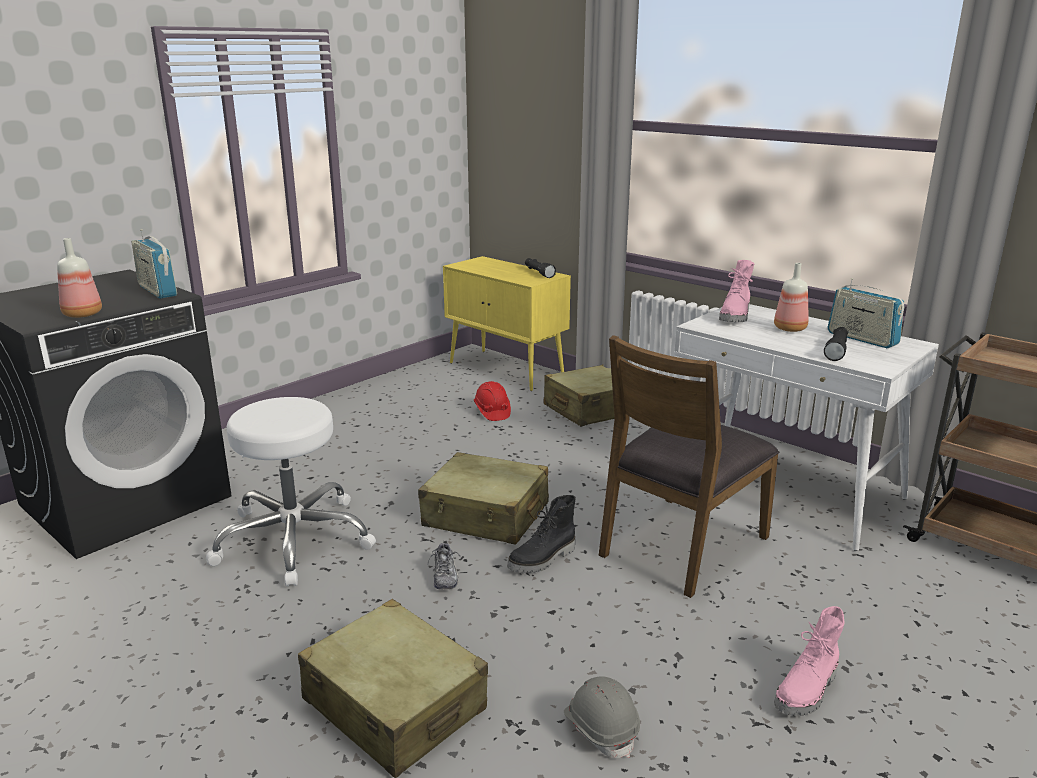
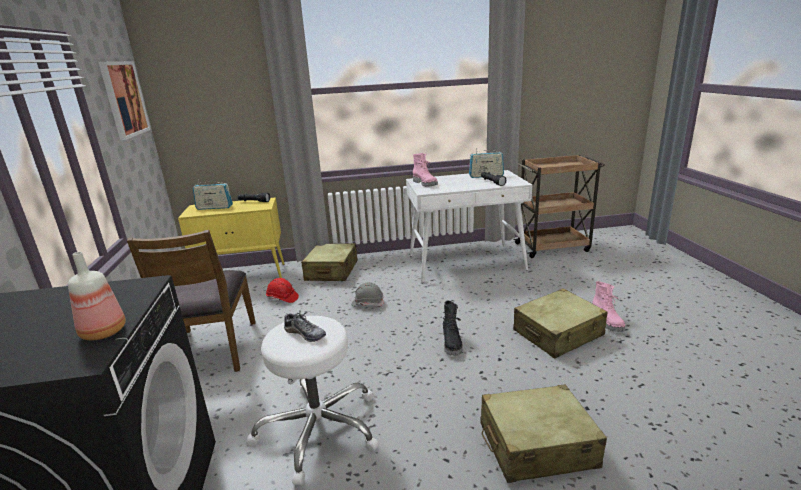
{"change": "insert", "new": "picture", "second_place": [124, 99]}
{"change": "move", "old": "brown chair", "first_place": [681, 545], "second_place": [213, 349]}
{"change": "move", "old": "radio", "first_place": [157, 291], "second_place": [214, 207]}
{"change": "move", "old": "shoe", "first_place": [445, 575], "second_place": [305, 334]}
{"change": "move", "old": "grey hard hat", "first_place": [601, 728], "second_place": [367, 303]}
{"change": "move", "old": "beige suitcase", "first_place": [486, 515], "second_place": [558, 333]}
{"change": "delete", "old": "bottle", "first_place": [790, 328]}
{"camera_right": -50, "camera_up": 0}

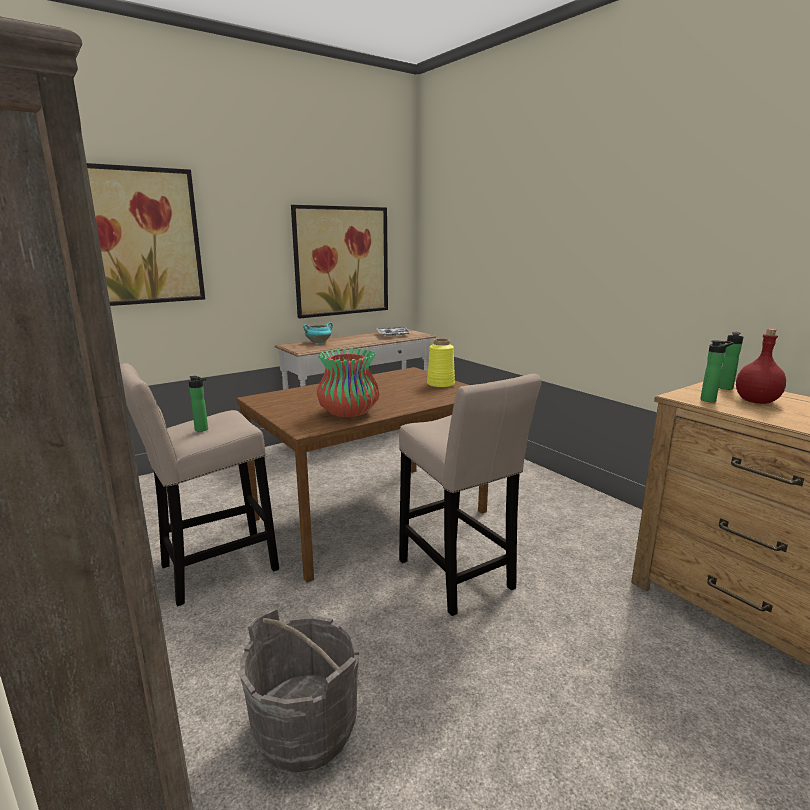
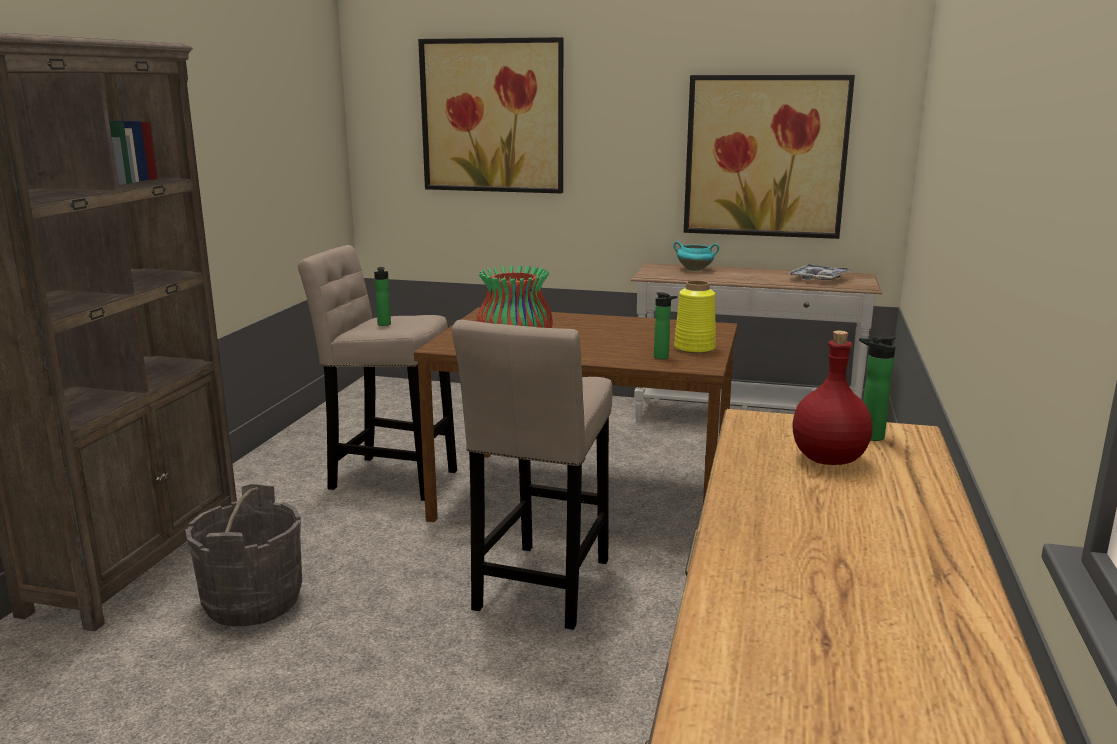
{"change": "move", "old": "bottle", "first_place": [710, 400], "second_place": [663, 357]}
{"camera_right": 50, "camera_up": 0}

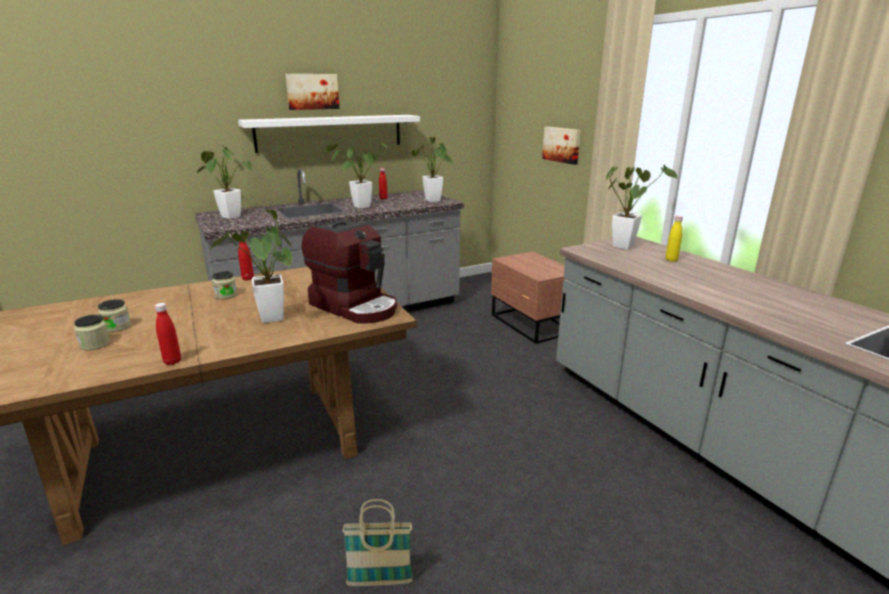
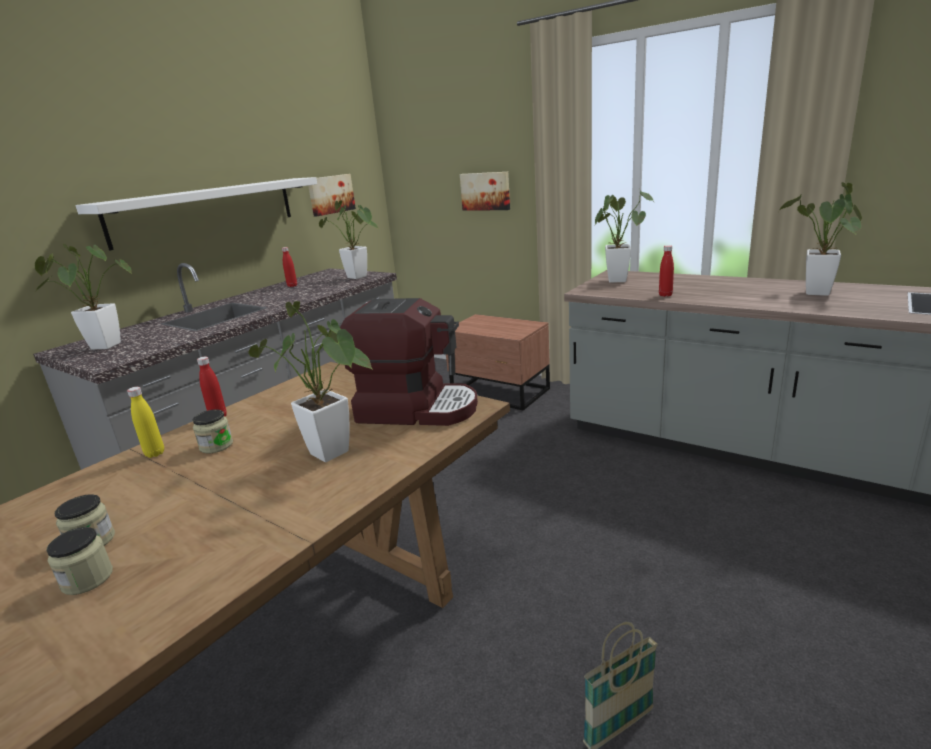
{"change": "move", "old": "yellow bottle", "first_place": [671, 260], "second_place": [155, 453]}
{"change": "move", "old": "picture", "first_place": [312, 91], "second_place": [330, 194]}
{"change": "move", "old": "red bottle", "first_place": [172, 361], "second_place": [665, 295]}
{"change": "move", "old": "potted plant", "first_place": [358, 207], "second_place": [816, 294]}
{"camera_right": -25, "camera_up": 0}

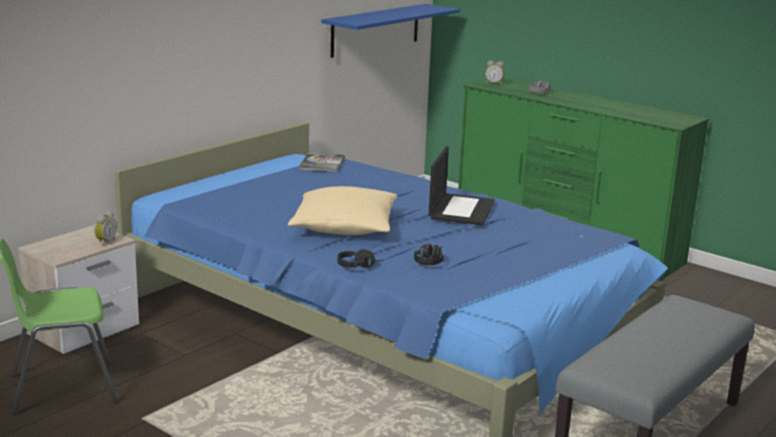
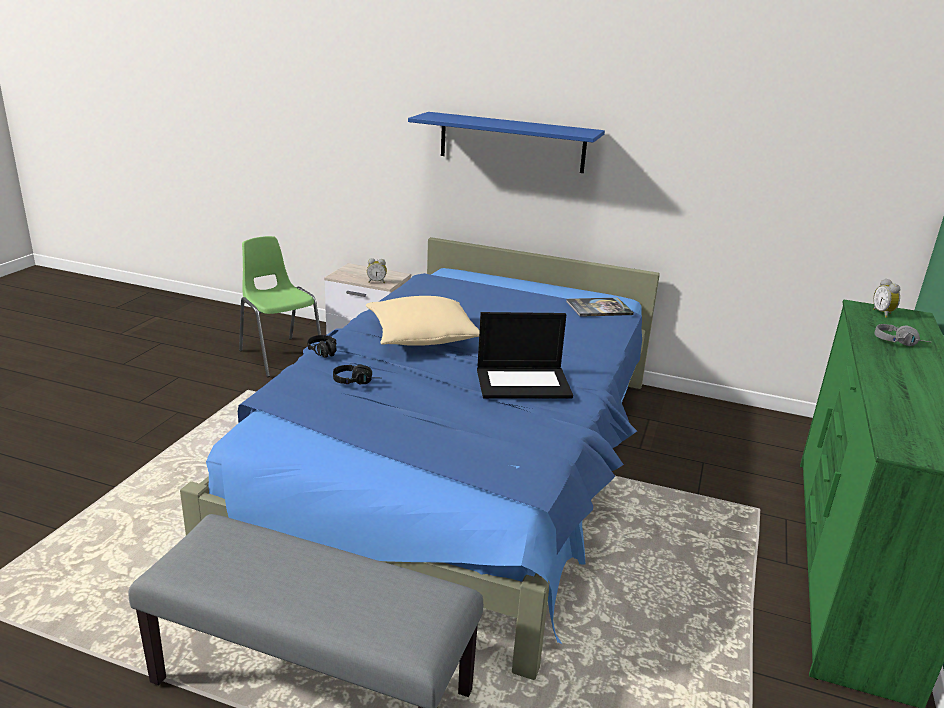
{"change": "move", "old": "blue shelf", "first_place": [375, 30], "second_place": [512, 142]}
{"camera_right": 70, "camera_up": 5}

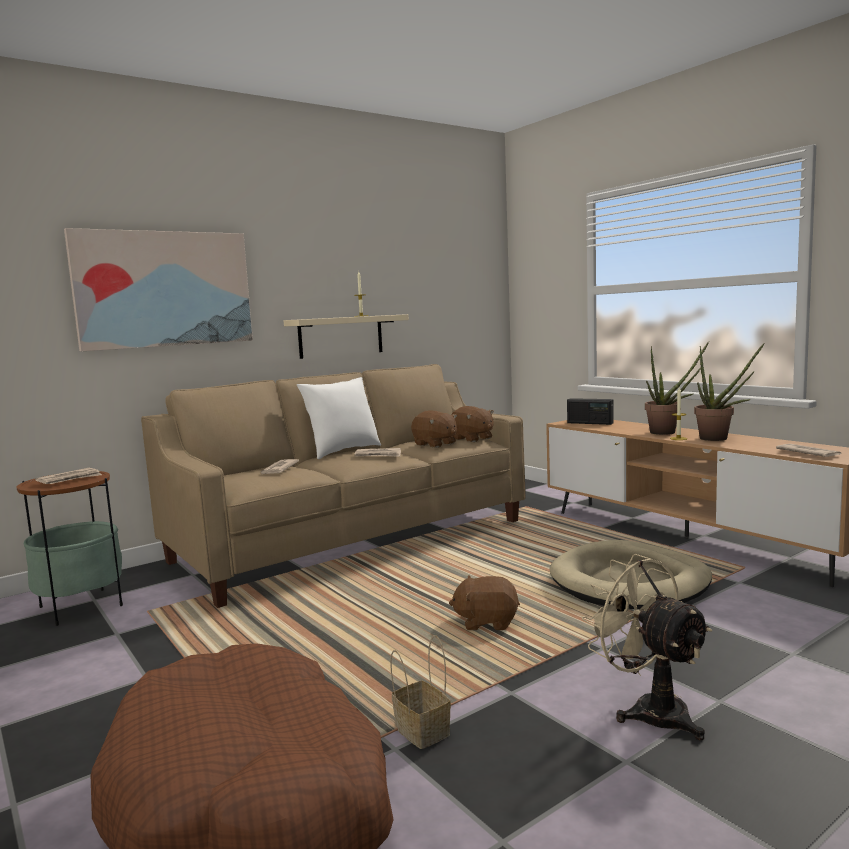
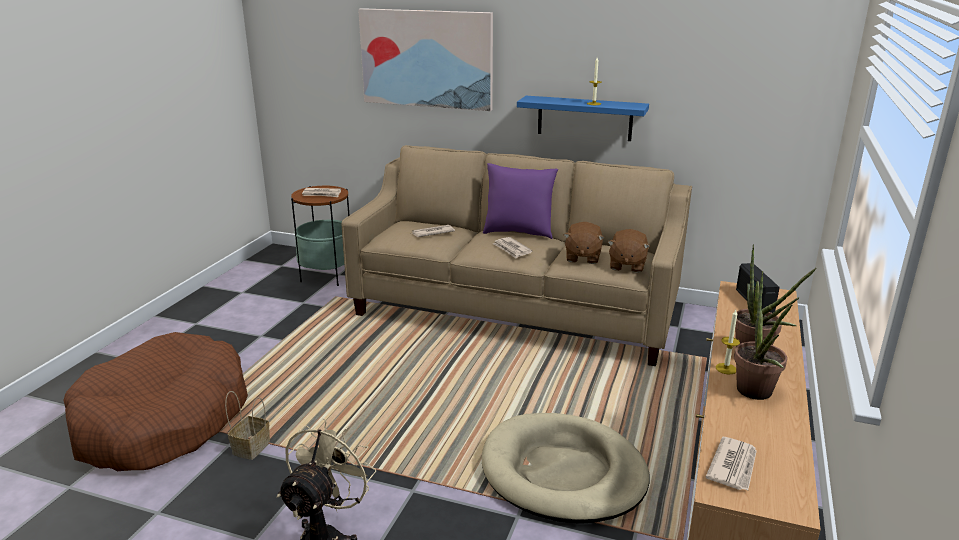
{"change": "recolor", "old": "white pillow", "new": "purple pillow", "first_place": [342, 451], "second_place": [518, 232]}
{"change": "recolor", "old": "beige shelf", "new": "blue shelf", "first_place": [341, 336], "second_place": [584, 118]}
{"change": "delete", "old": "brown plush toy", "first_place": [486, 622]}
{"camera_right": 55, "camera_up": 15}

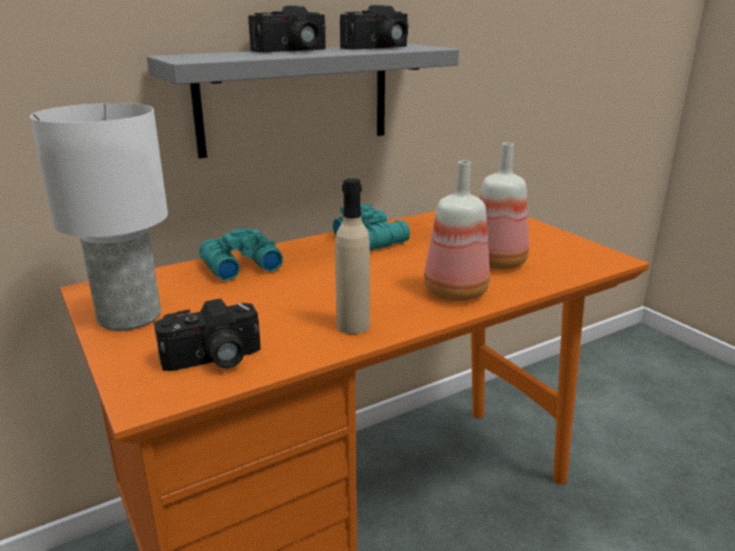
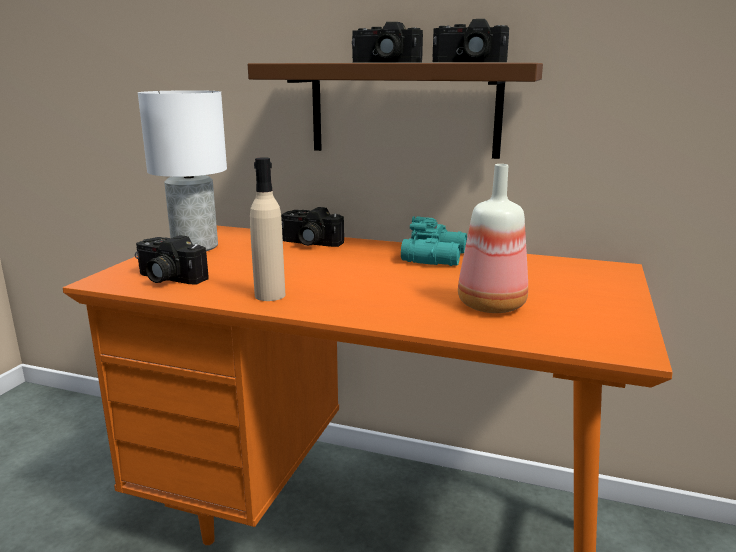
{"change": "recolor", "old": "grey shelf", "new": "brown shelf", "first_place": [295, 98], "second_place": [403, 109]}
{"change": "replace", "old": "turquoise binoculars", "new": "photo camera", "first_place": [239, 266], "second_place": [309, 243]}
{"change": "delete", "old": "bottle", "first_place": [453, 291]}
{"camera_right": 50, "camera_up": -5}

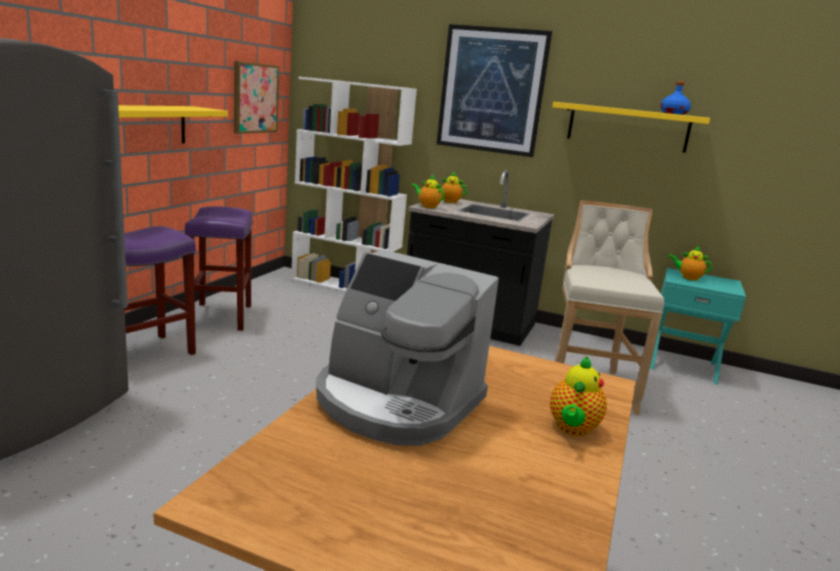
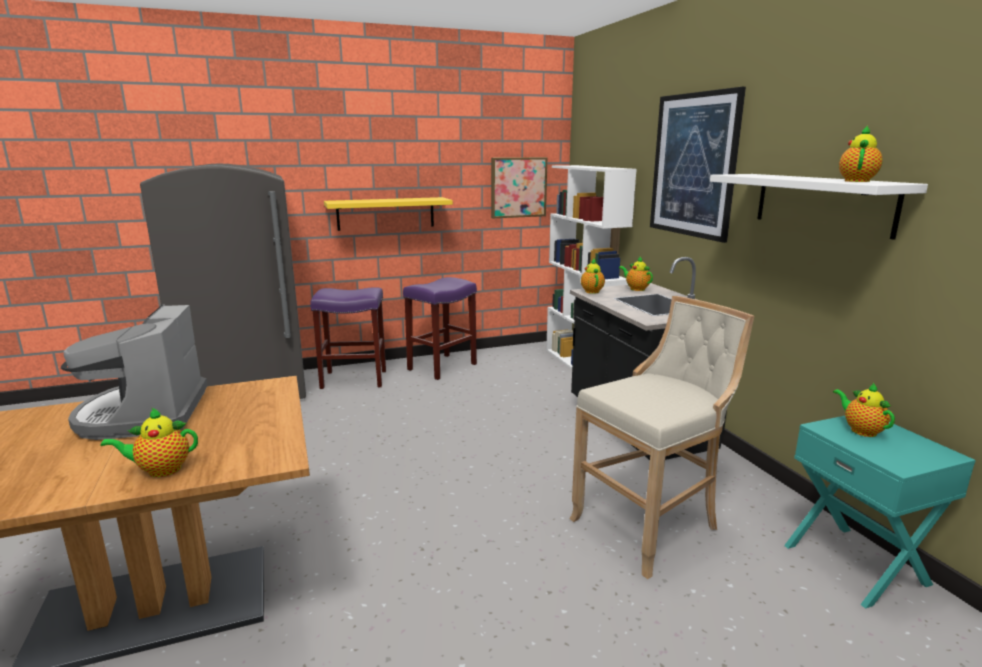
{"change": "recolor", "old": "yellow shelf", "new": "white shelf", "first_place": [628, 127], "second_place": [822, 203]}
{"change": "replace", "old": "blue bottle", "new": "teapot", "first_place": [674, 113], "second_place": [857, 181]}
{"camera_right": 50, "camera_up": 0}

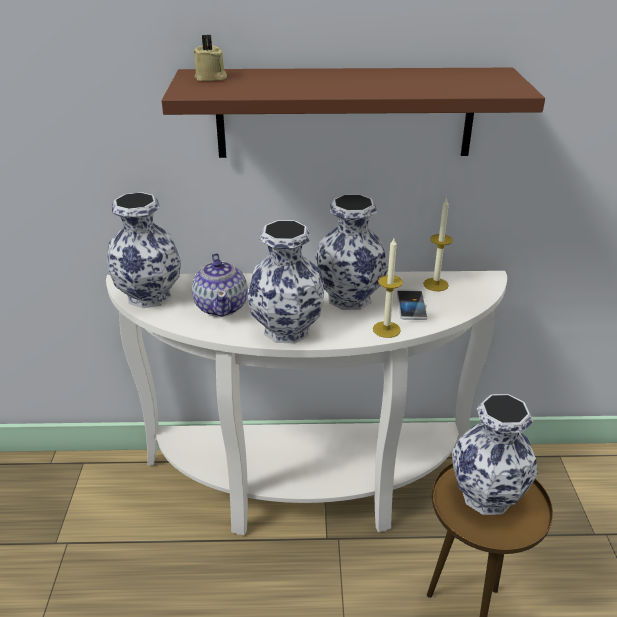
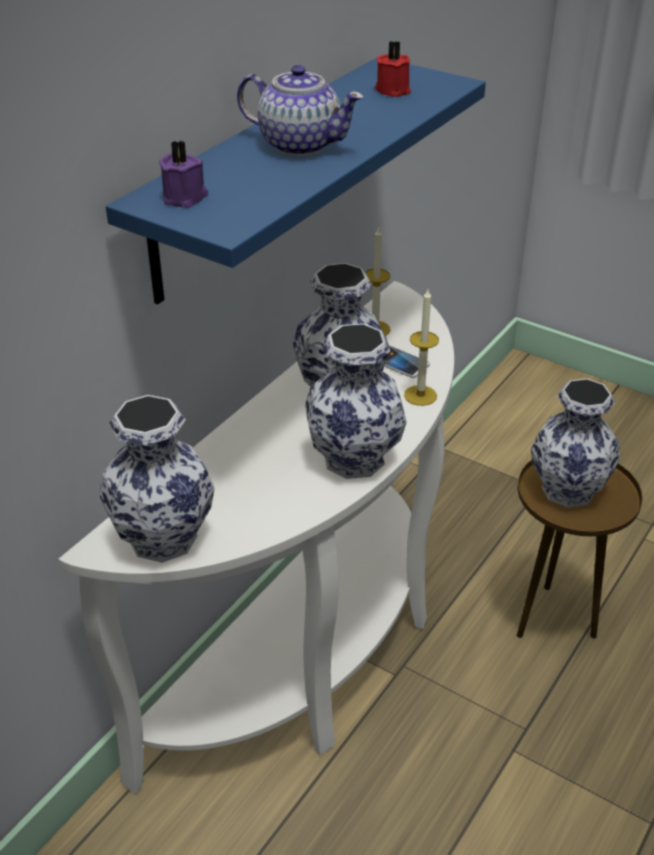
{"change": "recolor", "old": "brown shelf", "new": "blue shelf", "first_place": [345, 113], "second_place": [262, 177]}
{"change": "recolor", "old": "beige candle", "new": "purple candle", "first_place": [211, 78], "second_place": [185, 197]}
{"change": "move", "old": "teapot", "first_place": [222, 306], "second_place": [299, 144]}
{"change": "insert", "new": "red candle", "second_place": [393, 90]}
{"camera_right": -55, "camera_up": 5}

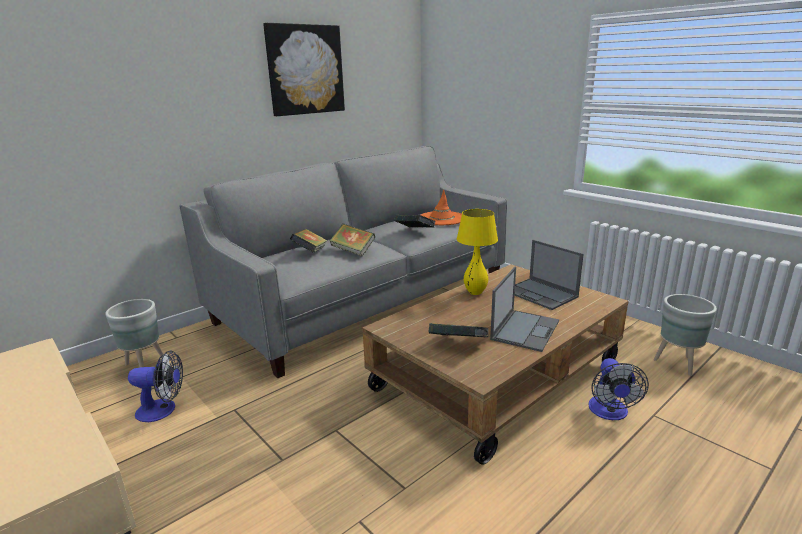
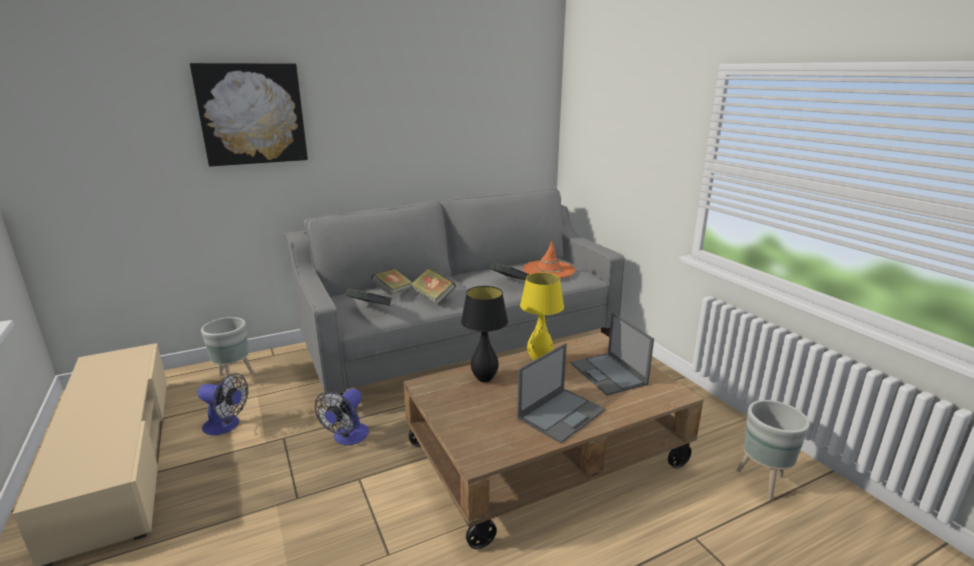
{"change": "move", "old": "picture", "first_place": [305, 70], "second_place": [252, 114]}
{"change": "move", "old": "fan", "first_place": [609, 413], "second_place": [347, 438]}
{"change": "move", "old": "book", "first_place": [458, 345], "second_place": [369, 309]}
{"change": "insert", "new": "black table lamp", "second_place": [484, 379]}
{"camera_right": 15, "camera_up": 0}

